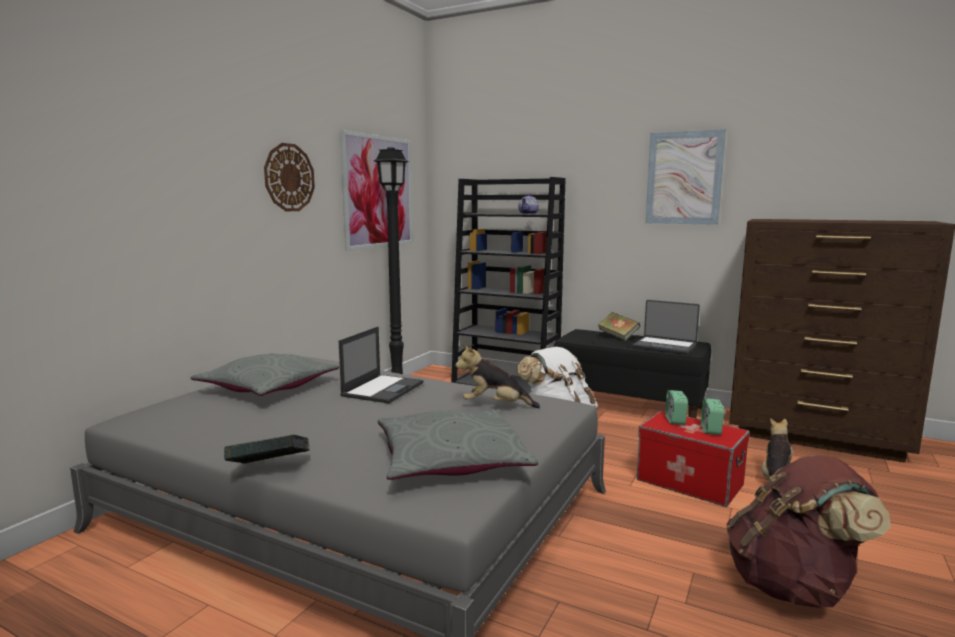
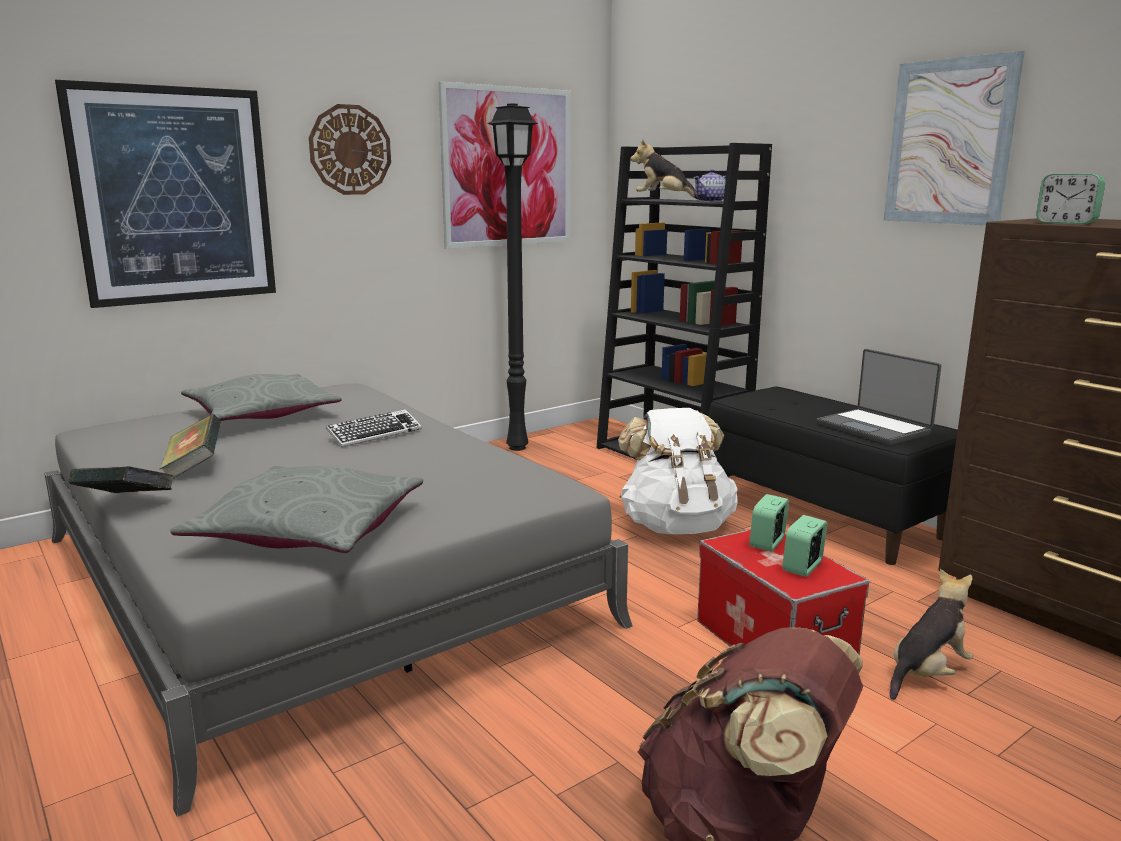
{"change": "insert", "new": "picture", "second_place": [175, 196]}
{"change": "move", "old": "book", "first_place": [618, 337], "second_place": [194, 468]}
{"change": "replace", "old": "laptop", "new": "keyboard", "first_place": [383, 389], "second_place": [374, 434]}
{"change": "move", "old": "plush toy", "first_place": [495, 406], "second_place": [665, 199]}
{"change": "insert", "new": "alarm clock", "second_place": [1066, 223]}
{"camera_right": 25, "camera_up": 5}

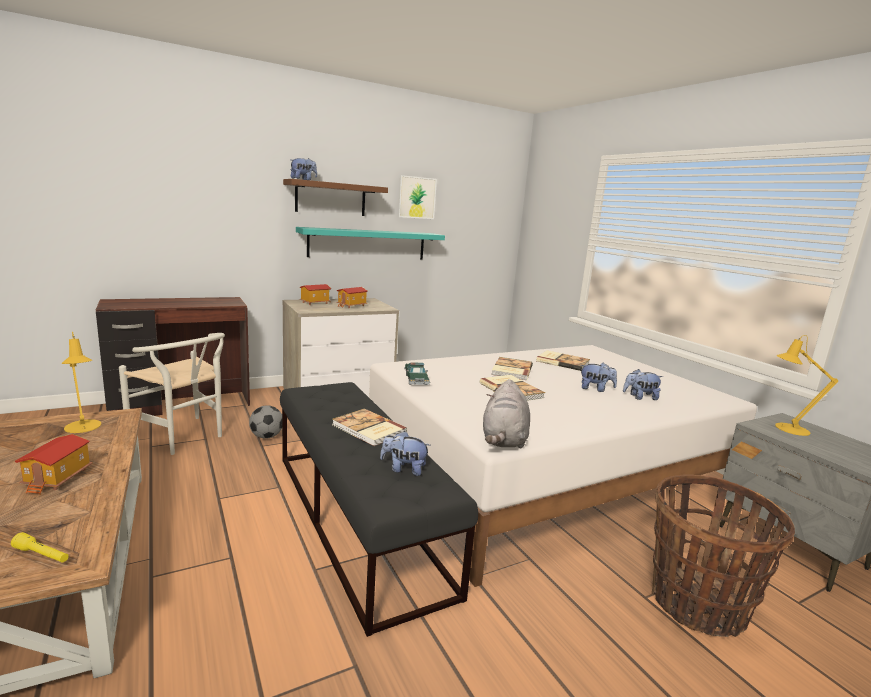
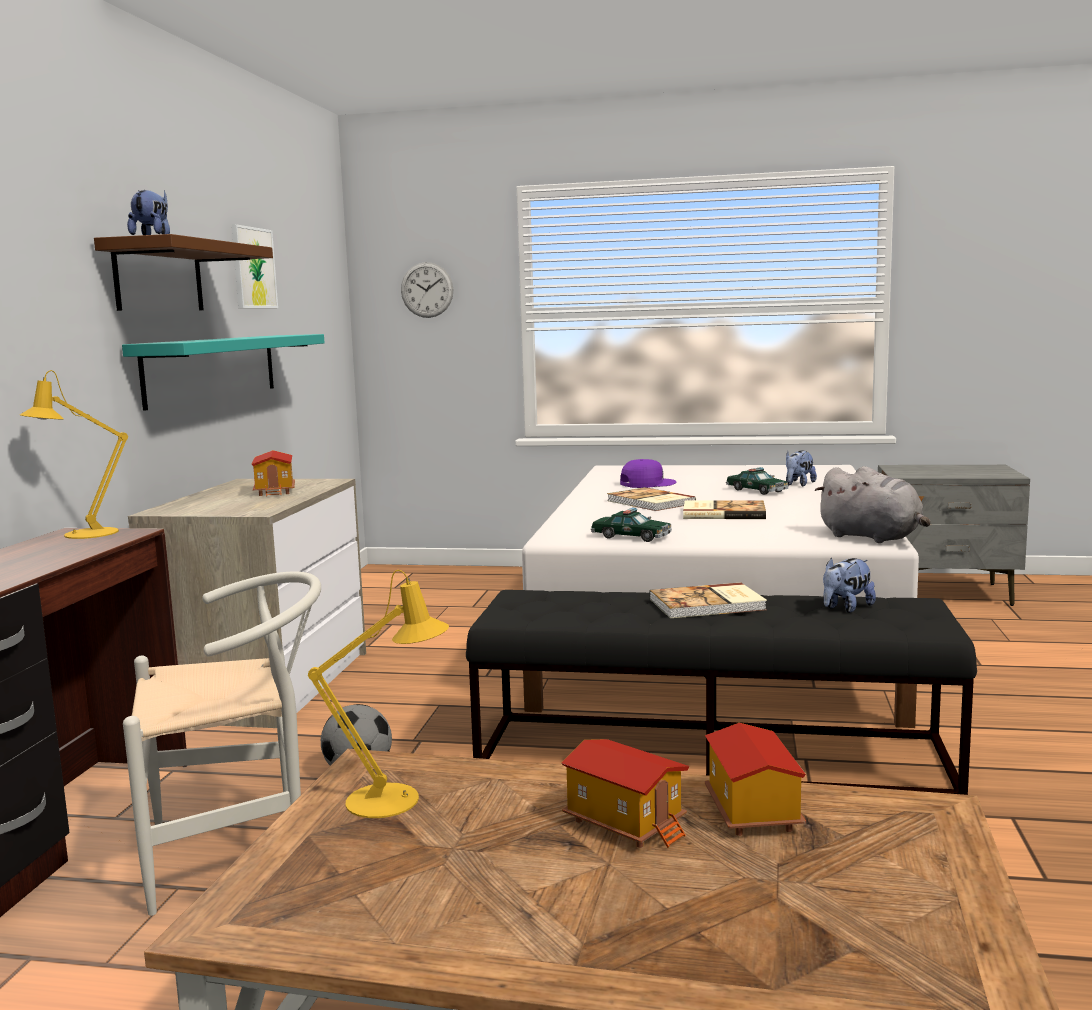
{"change": "move", "old": "yellow table lamp", "first_place": [787, 428], "second_place": [83, 534]}
{"change": "insert", "new": "wall clock", "second_place": [427, 290]}
{"change": "replace", "old": "book", "new": "purple cap", "first_place": [562, 362], "second_place": [647, 483]}
{"change": "move", "old": "toy house", "first_place": [315, 303], "second_place": [750, 812]}
{"change": "replace", "old": "plush toy", "new": "toy car", "first_place": [595, 389], "second_place": [756, 491]}
{"change": "delete", "old": "yellow flashlight", "first_place": [42, 555]}
{"change": "delete", "old": "basket", "first_place": [697, 604]}
{"camera_right": -50, "camera_up": -5}

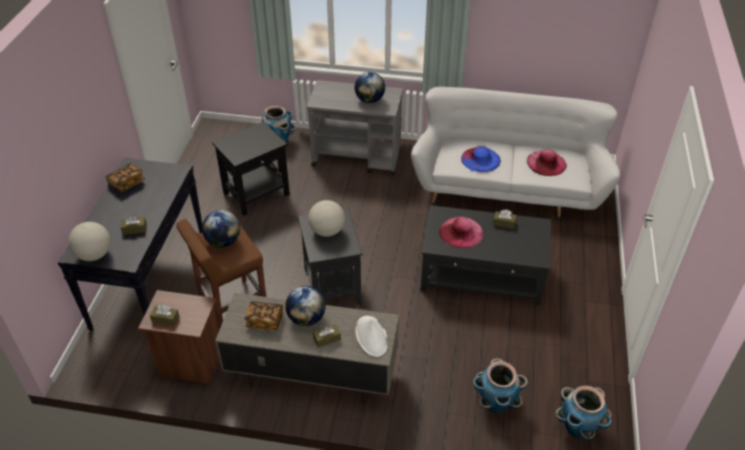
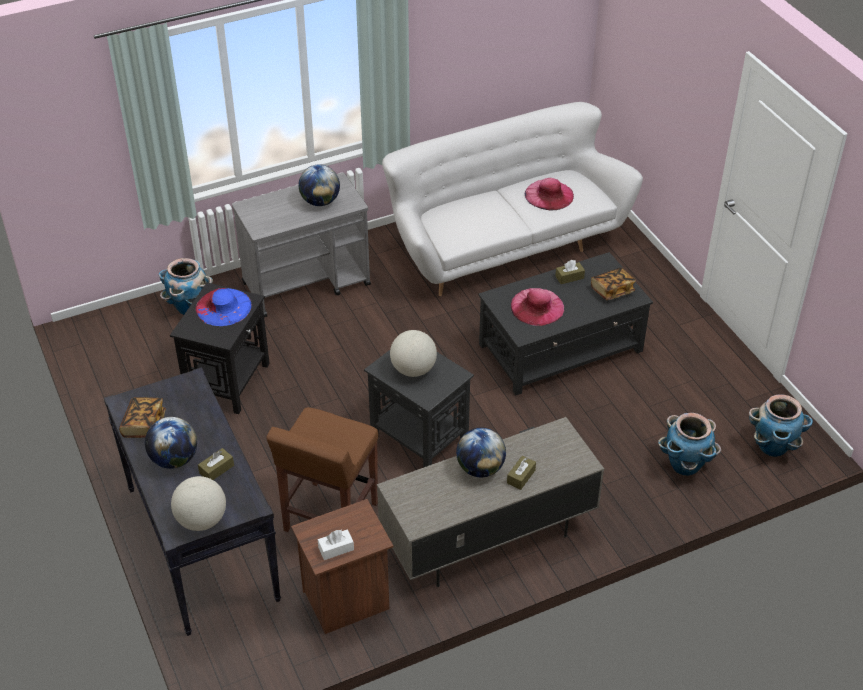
{"change": "move", "old": "globe", "first_place": [223, 242], "second_place": [174, 459]}
{"change": "move", "old": "blue hat", "first_place": [480, 159], "second_place": [223, 307]}
{"change": "recolor", "old": "brown tissue box", "new": "white tissue box", "first_place": [165, 319], "second_place": [336, 549]}
{"change": "move", "old": "book", "first_place": [265, 321], "second_place": [612, 290]}
{"change": "delete", "old": "white hat", "first_place": [371, 337]}
{"camera_right": -35, "camera_up": 0}

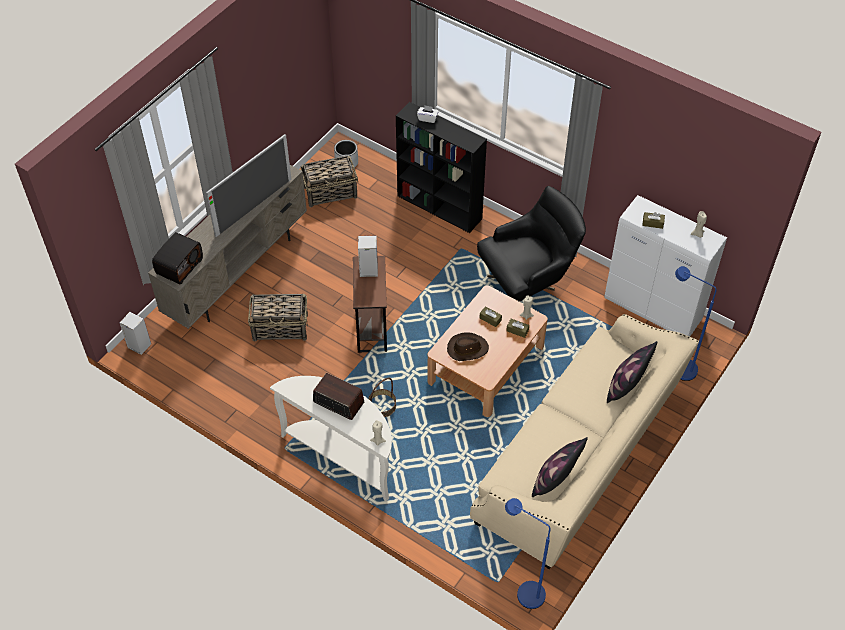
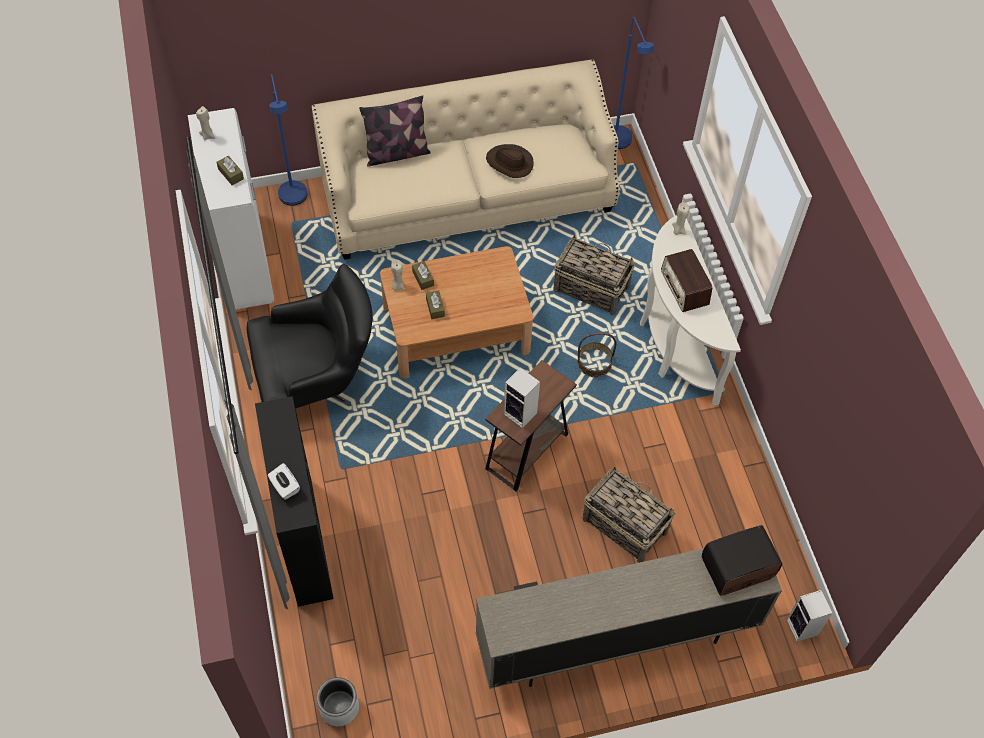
{"change": "rotate", "old": "black armchair", "first_place": [528, 279], "second_place": [317, 379], "degrees": 150}
{"change": "move", "old": "brown hat", "first_place": [467, 348], "second_place": [509, 163]}
{"change": "move", "old": "basket", "first_place": [331, 192], "second_place": [590, 288]}
{"change": "delete", "old": "television", "first_place": [254, 207]}
{"change": "delete", "old": "pillow", "first_place": [555, 480]}
{"camera_right": -140, "camera_up": 5}

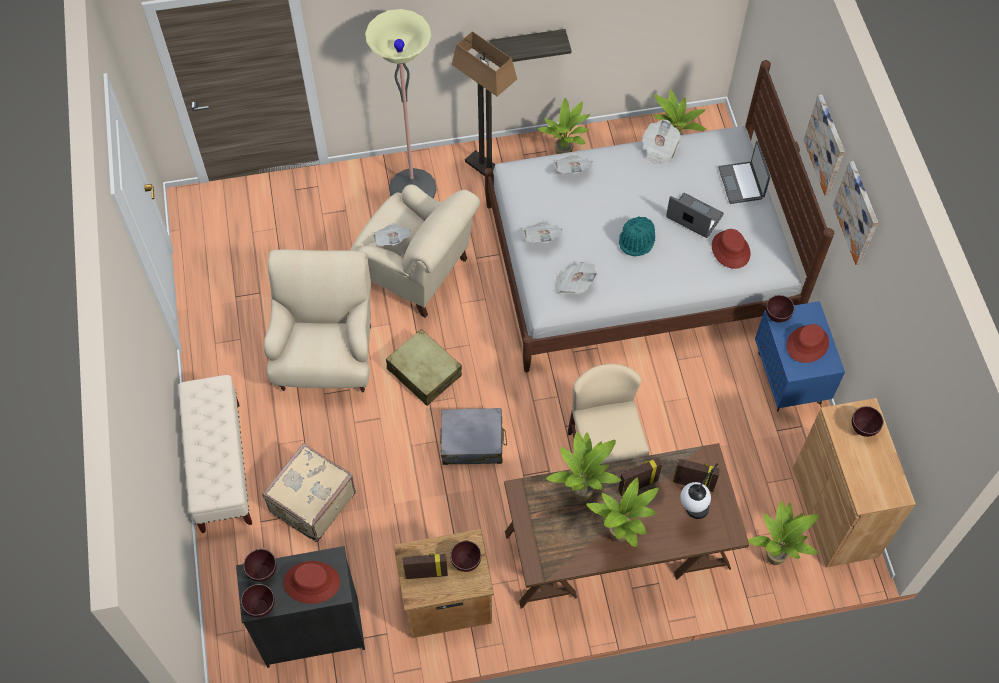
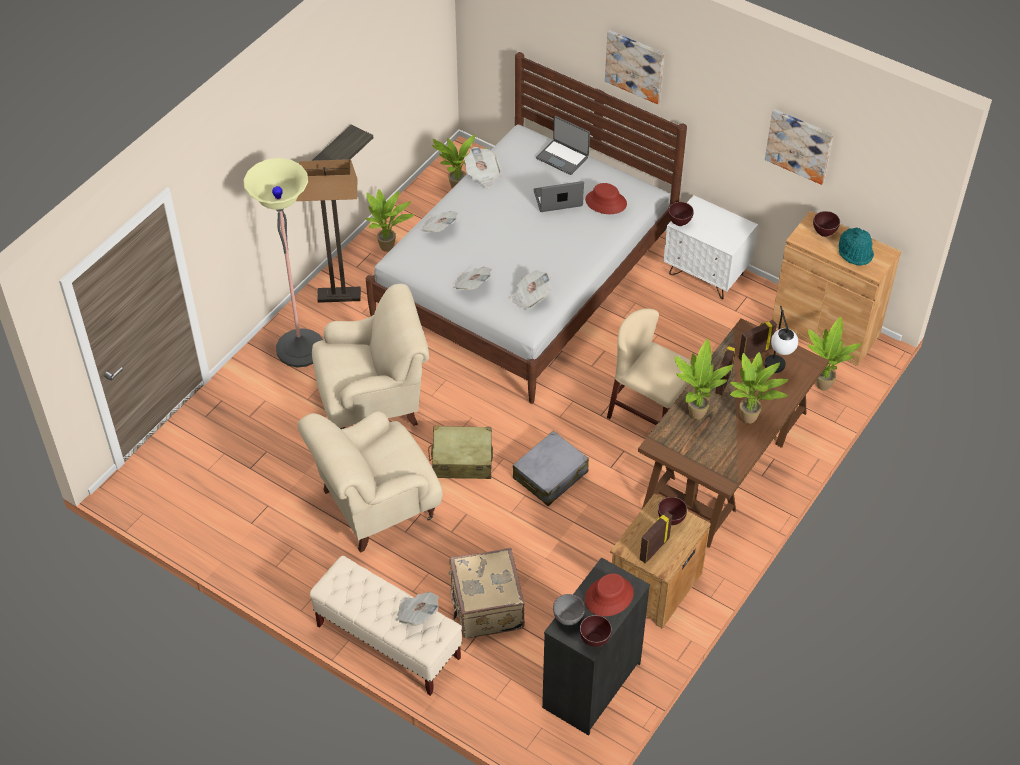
{"change": "rotate", "old": "beige armchair", "first_place": [327, 356], "second_place": [375, 505], "degrees": -75}
{"change": "move", "old": "newspaper", "first_place": [392, 240], "second_place": [417, 614]}
{"change": "recolor", "old": "brown bowl", "new": "grey bowl", "first_place": [262, 572], "second_place": [567, 620]}
{"change": "recolor", "old": "blue nightstand", "new": "white nightstand", "first_place": [789, 379], "second_place": [706, 275]}
{"change": "move", "old": "picture", "first_place": [857, 213], "second_place": [799, 145]}
{"change": "move", "old": "turquoise hat", "first_place": [637, 241], "second_place": [855, 252]}
{"change": "delete", "old": "red hat", "first_place": [807, 344]}
{"camera_right": -45, "camera_up": -10}

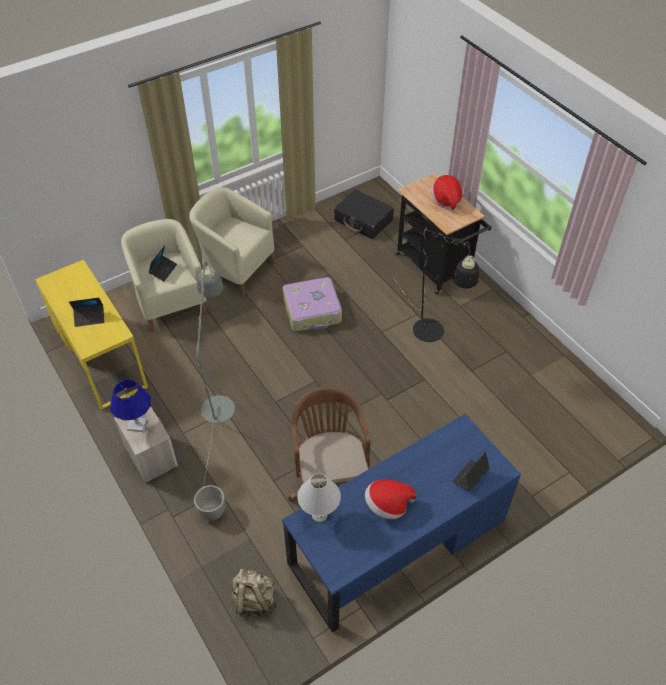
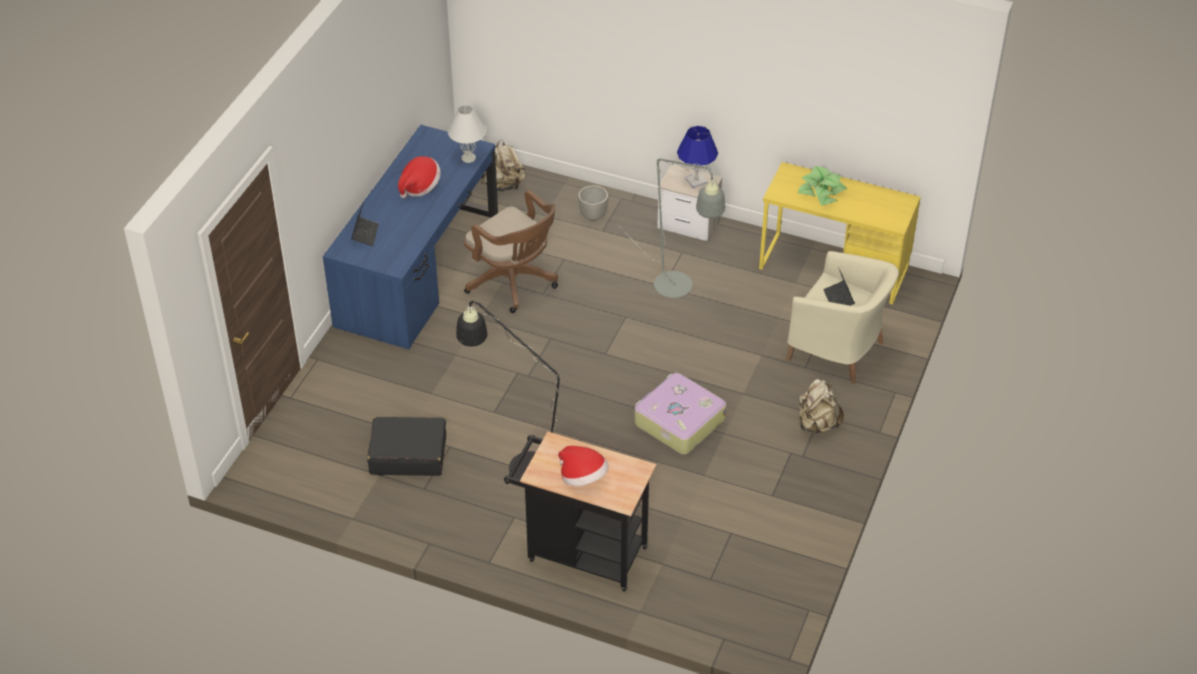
{"change": "move", "old": "black suitcase", "first_place": [363, 220], "second_place": [408, 454]}
{"change": "replace", "old": "laptop", "new": "potted plant", "first_place": [89, 318], "second_place": [821, 192]}
{"change": "replace", "old": "beige armchair", "new": "beige backpack", "first_place": [236, 268], "second_place": [816, 424]}
{"camera_right": 145, "camera_up": -5}

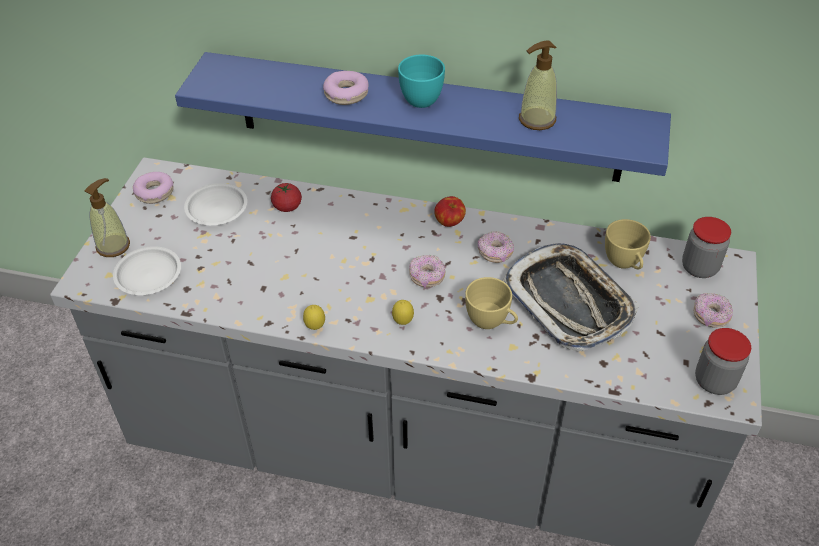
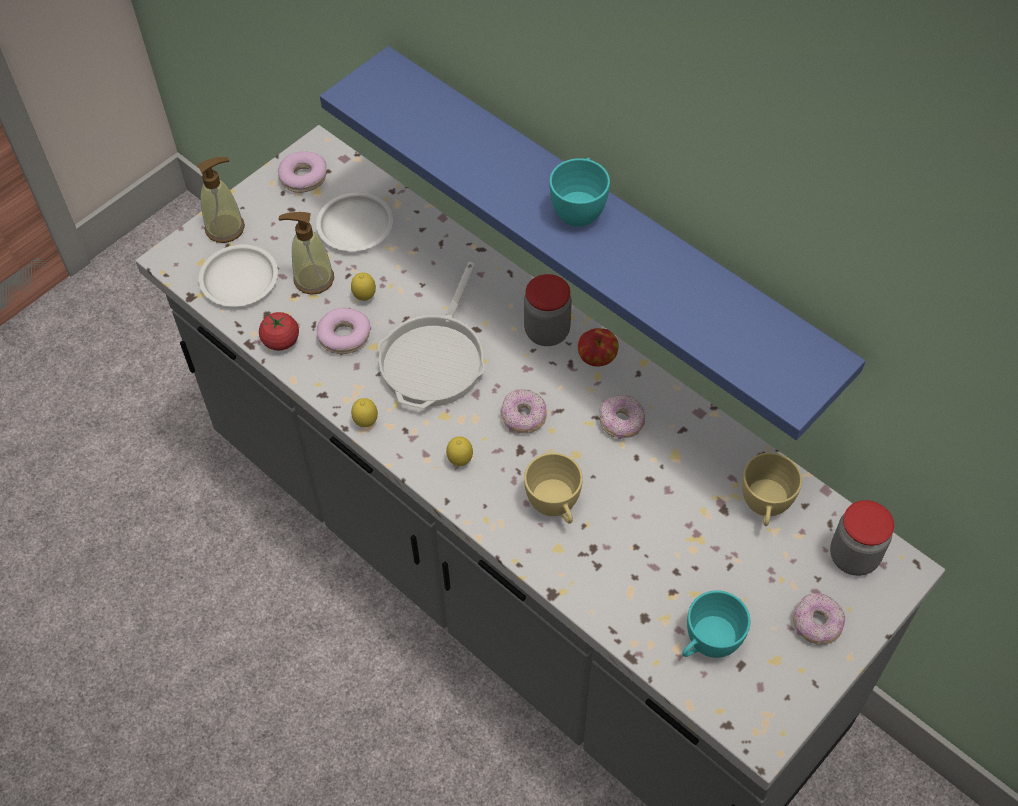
{"change": "move", "old": "tomato", "first_place": [287, 207], "second_place": [281, 341]}
{"change": "move", "old": "soap dispenser", "first_place": [536, 119], "second_place": [313, 279]}
{"change": "move", "old": "donut", "first_place": [346, 94], "second_place": [344, 336]}
{"change": "insert", "new": "lemon", "second_place": [365, 297]}
{"change": "insert", "new": "frying pan", "second_place": [435, 358]}
{"change": "move", "old": "jar", "first_place": [714, 381], "second_place": [547, 332]}
{"change": "insert", "new": "turquoise cup", "second_place": [707, 644]}
{"change": "delete", "old": "tray", "first_place": [569, 301]}
{"camera_right": 30, "camera_up": 10}

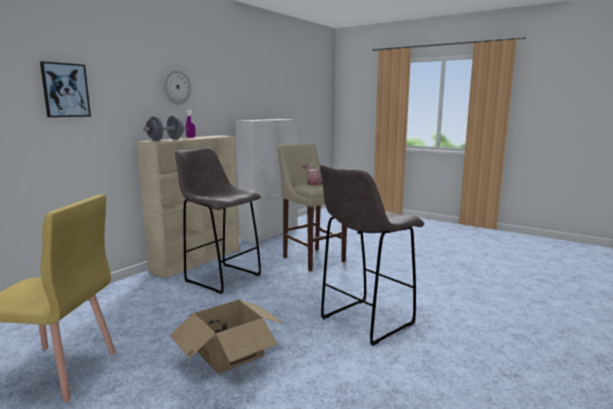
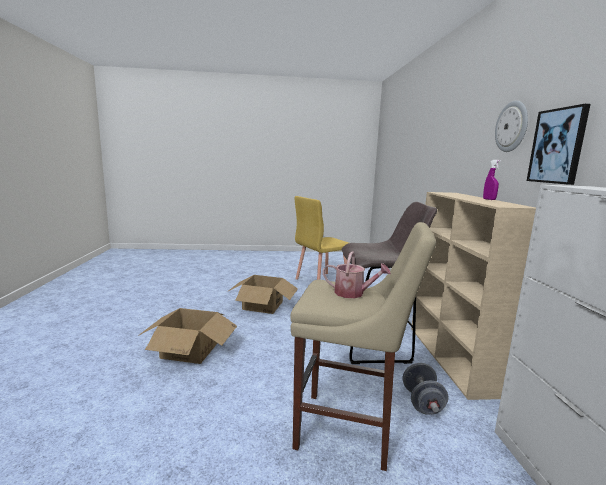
{"change": "replace", "old": "grey stool", "new": "cardboard box", "first_place": [365, 321], "second_place": [190, 350]}
{"change": "move", "old": "grey dumbbell", "first_place": [165, 140], "second_place": [422, 402]}
{"change": "move", "old": "picture", "first_place": [65, 90], "second_place": [558, 146]}
{"camera_right": 140, "camera_up": 0}

